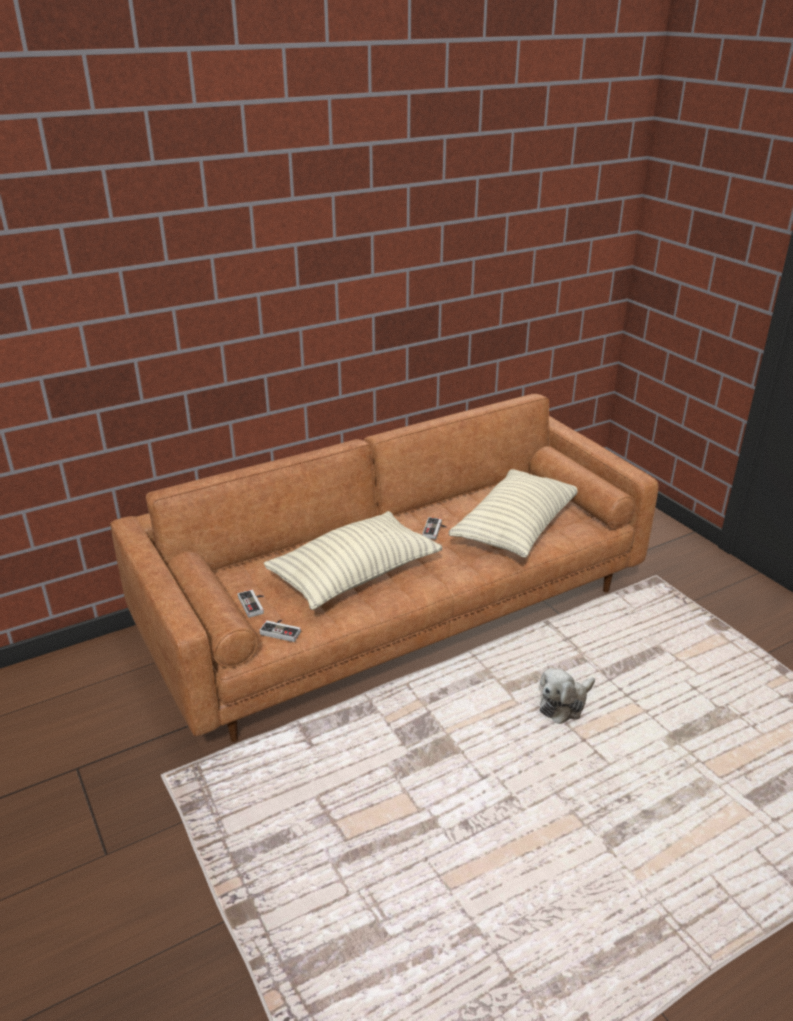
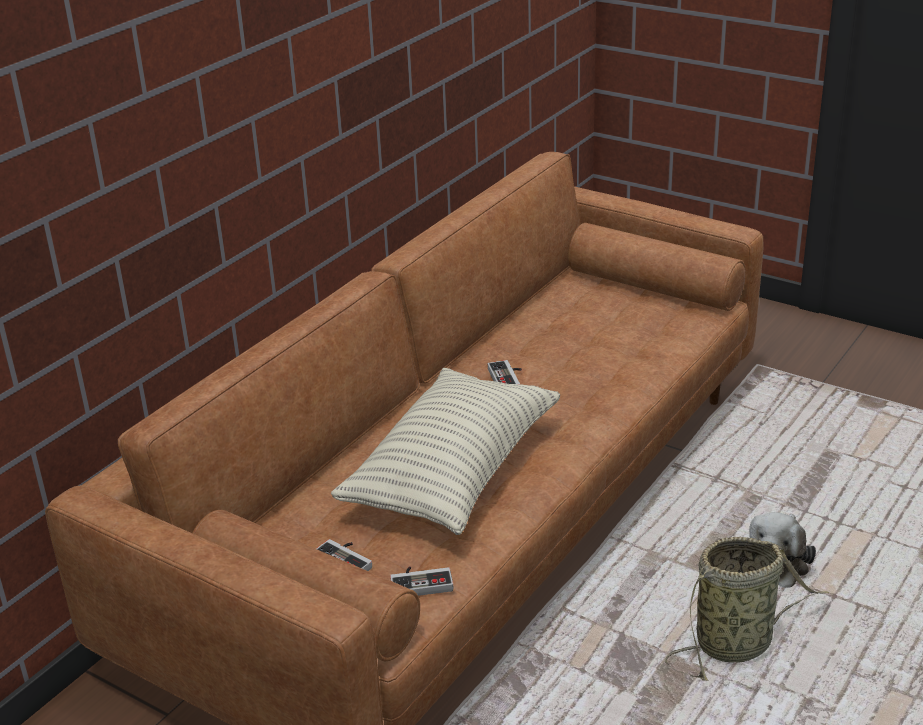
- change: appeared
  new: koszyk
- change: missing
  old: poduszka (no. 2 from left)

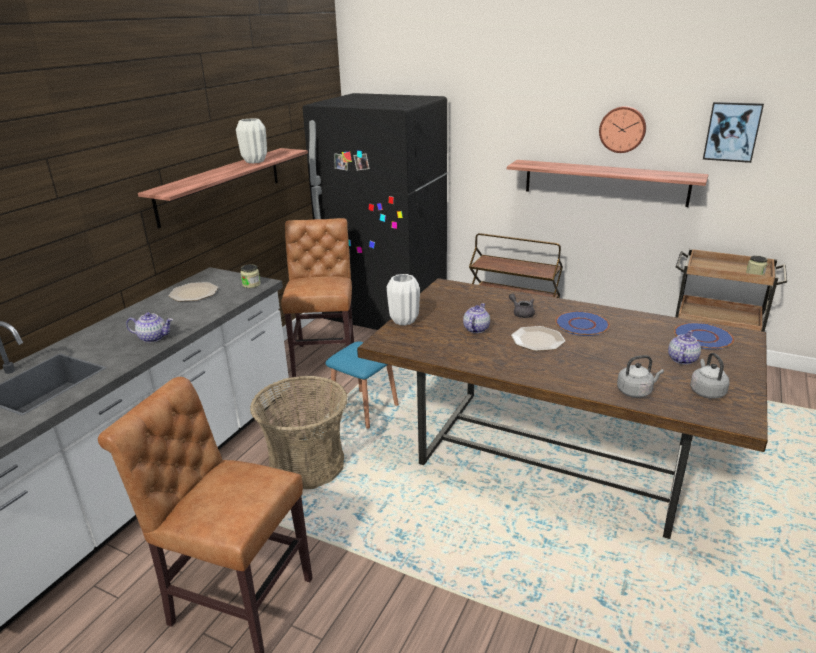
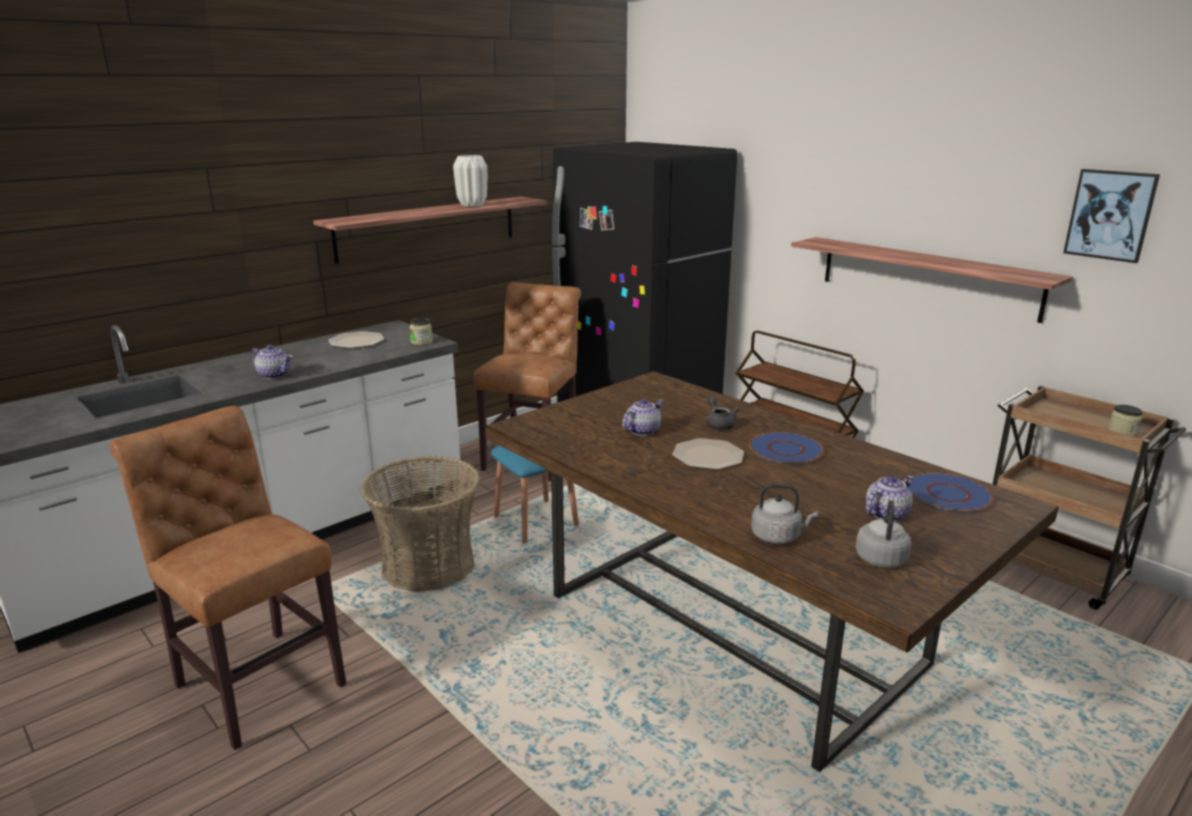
- change: missing
  old: wazon/biały (no. 2 from left)
- change: missing
  old: zegar ścienny

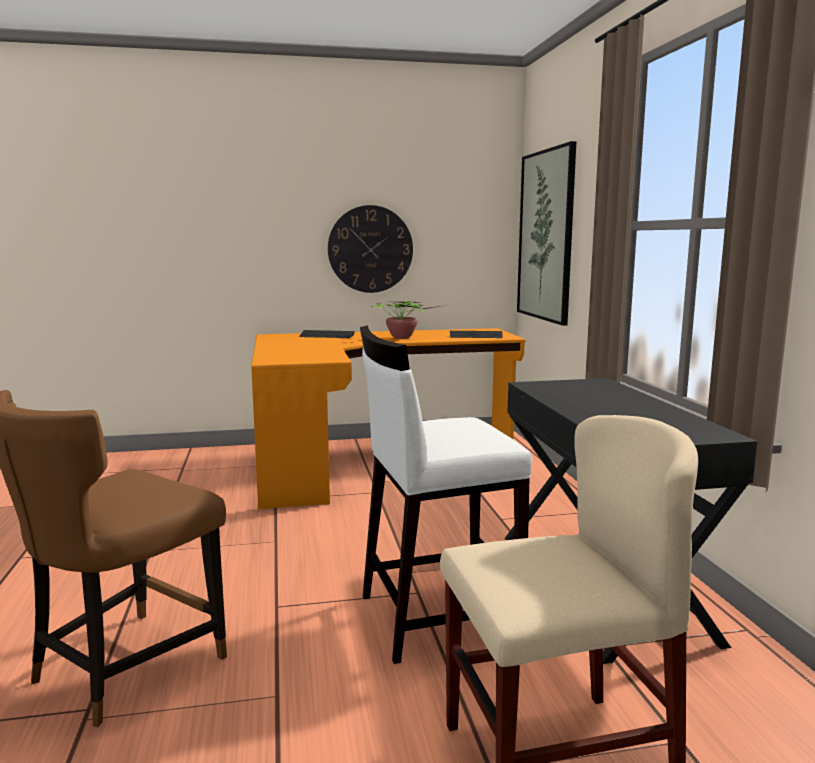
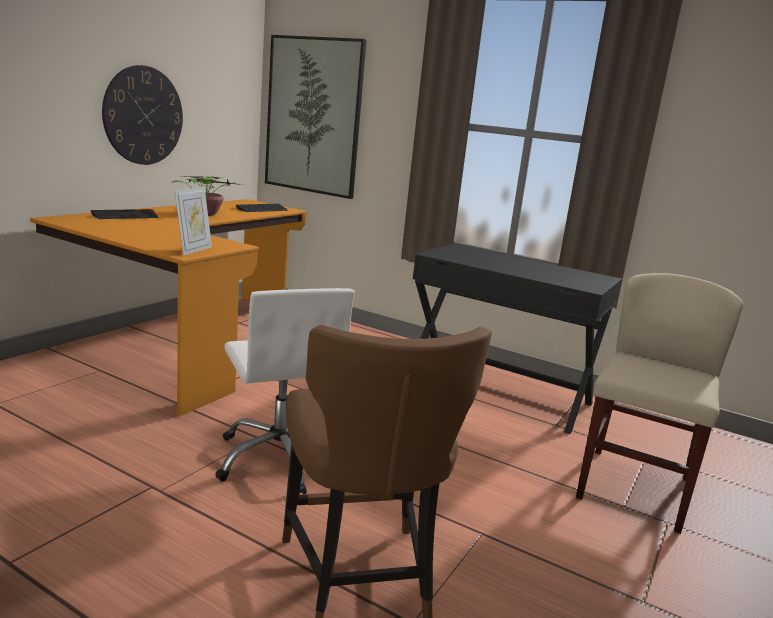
- change: appeared
  new: ramka na zdjęcie
- change: appeared
  new: krzesło biurowe/biały
- change: missing
  old: stołek/biały

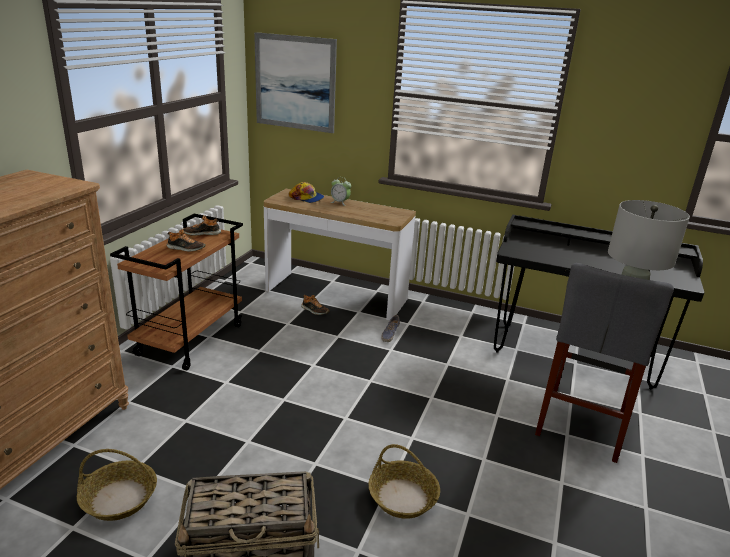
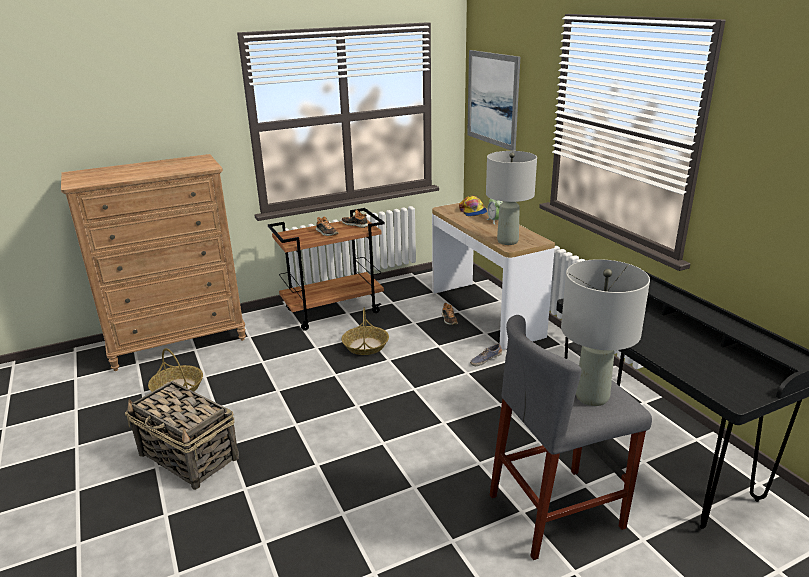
- change: relocated
  old: koszyk (no. 3 from left)
- change: appeared
  new: lampa stołowa/szary (no. 1 from left)

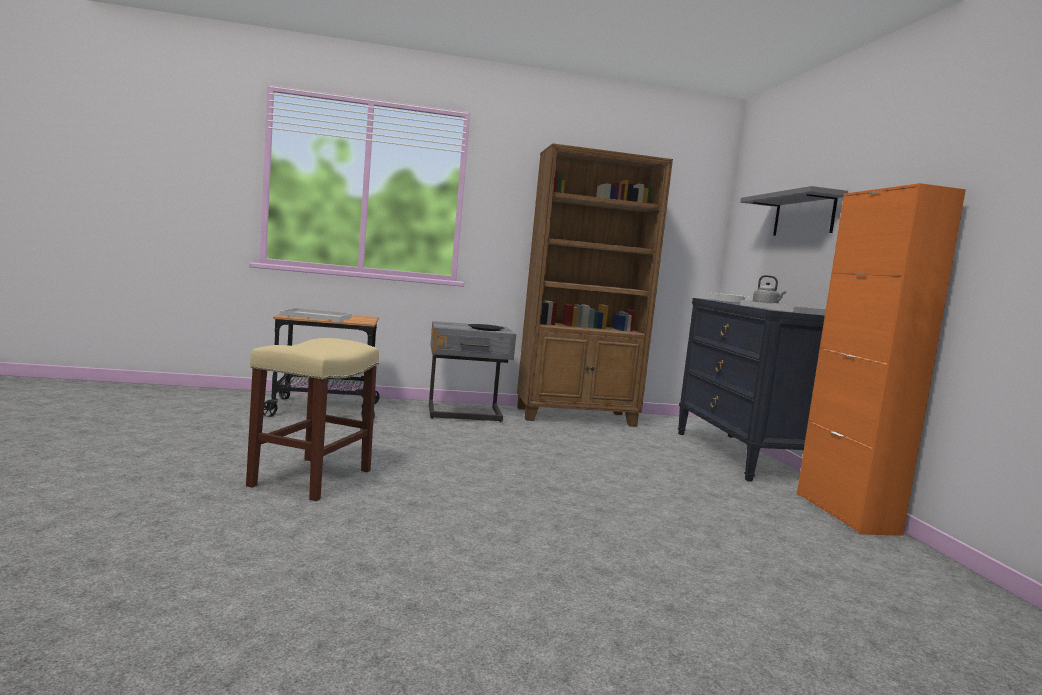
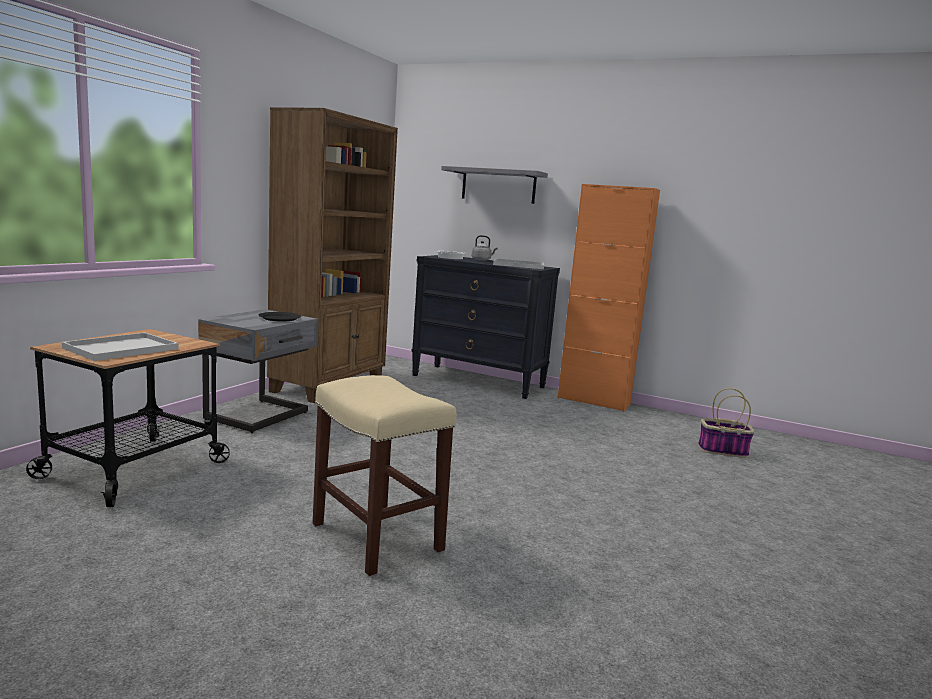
- change: appeared
  new: koszyk

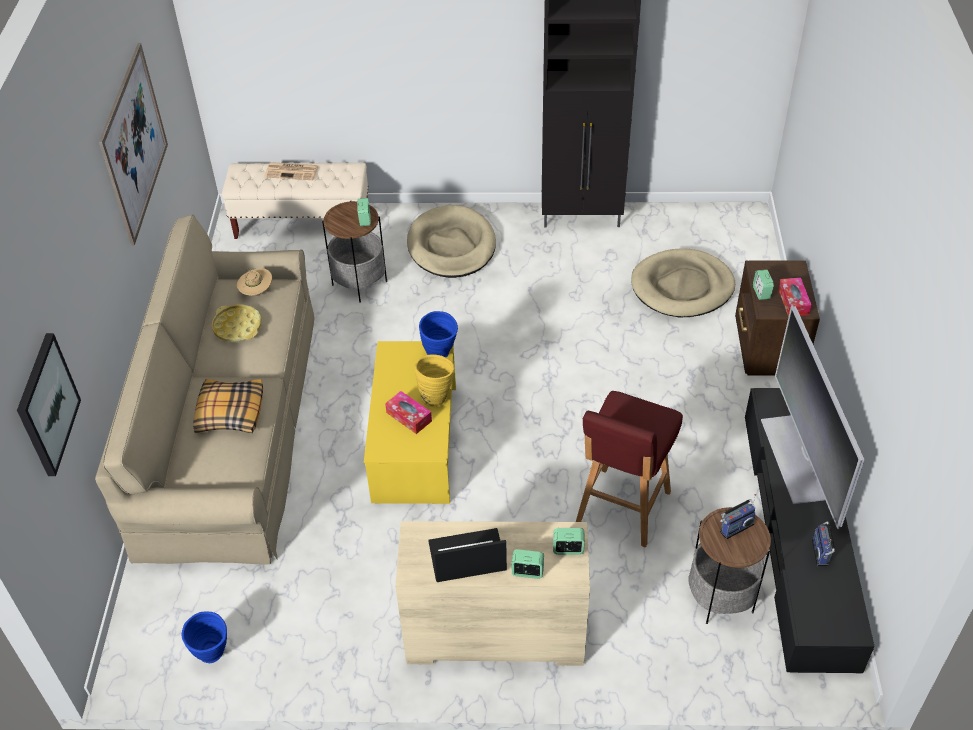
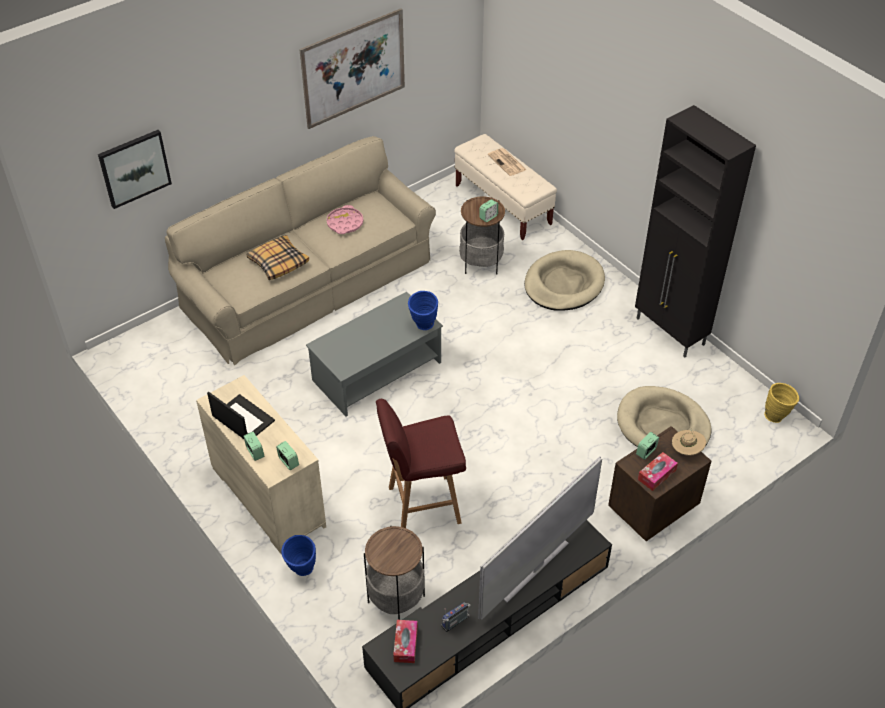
- change: relocated
  old: wazon/niebieski (no. 1 from left)
- change: colour
  old: ława/żółty
  new: ława/szary
- change: colour
  old: taca/żółty
  new: taca/różowy
- change: relocated
  old: pudełko chusteczek (no. 1 from left)
- change: relocated
  old: kapelusz/beżowy
- change: relocated
  old: wazon/żółty
- change: missing
  old: radio (no. 1 from left)

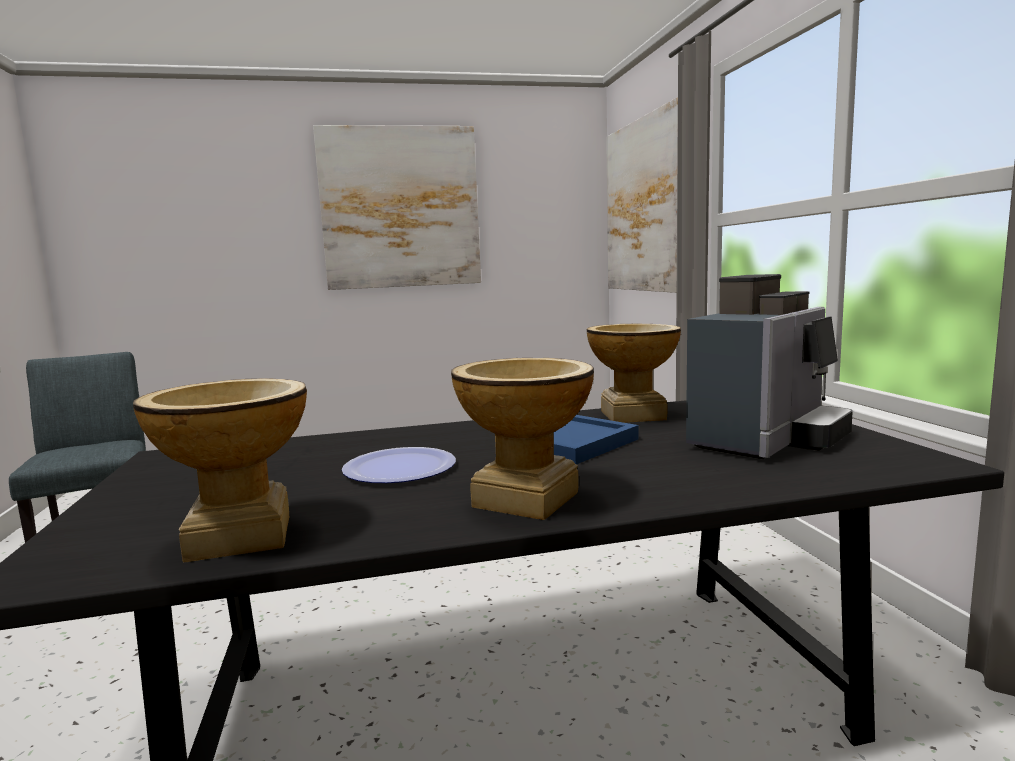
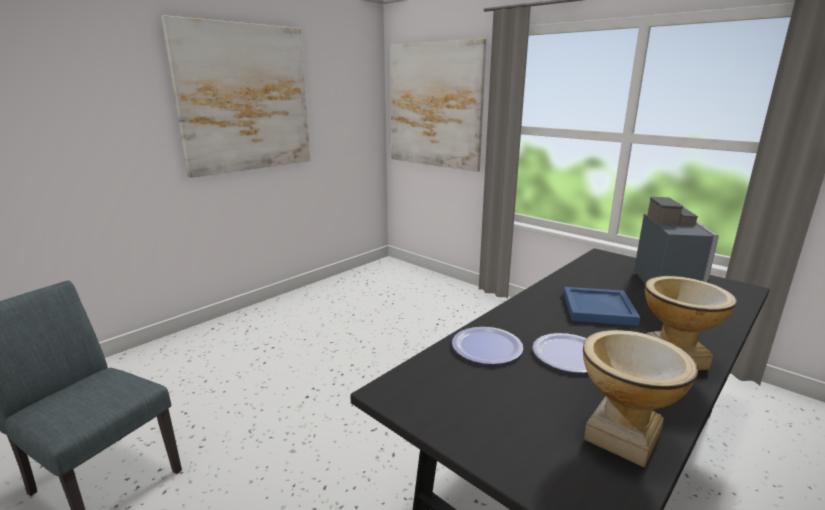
- change: appeared
  new: talerz (no. 1 from left)
- change: missing
  old: wazon (no. 3 from left)

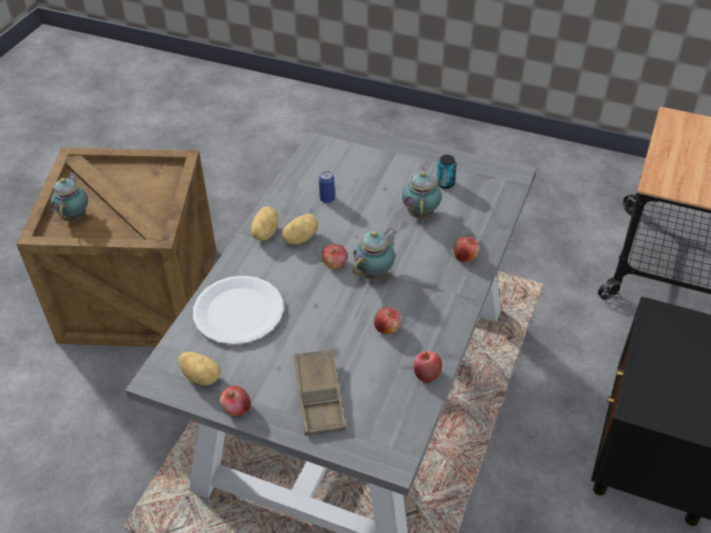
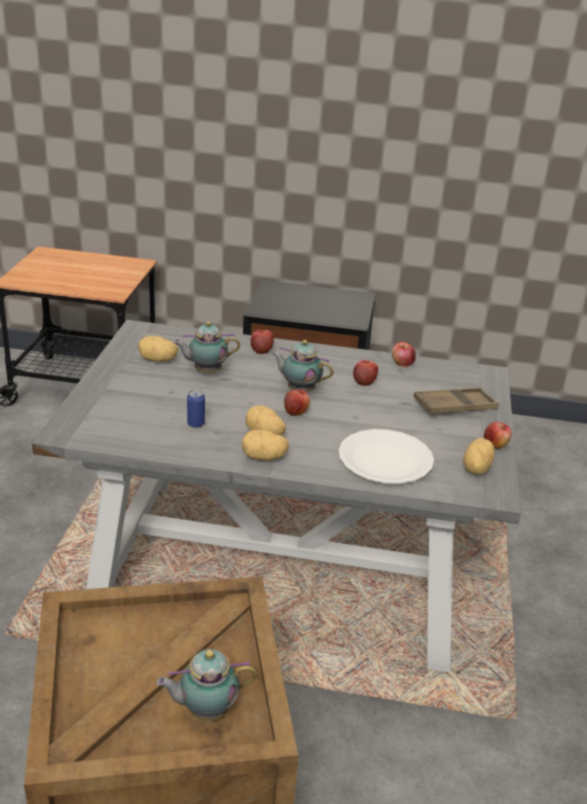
- change: exchanged
  old: puszka (no. 2 from left)
  new: ziemniak (no. 1 from left)

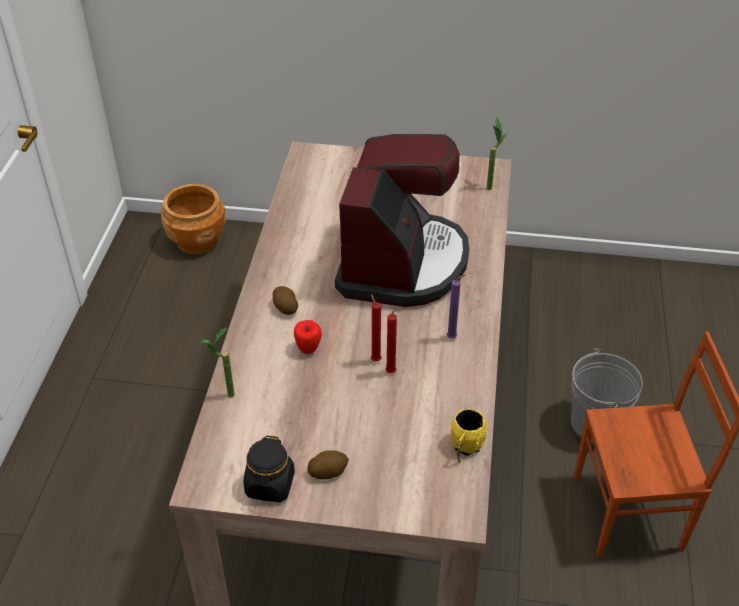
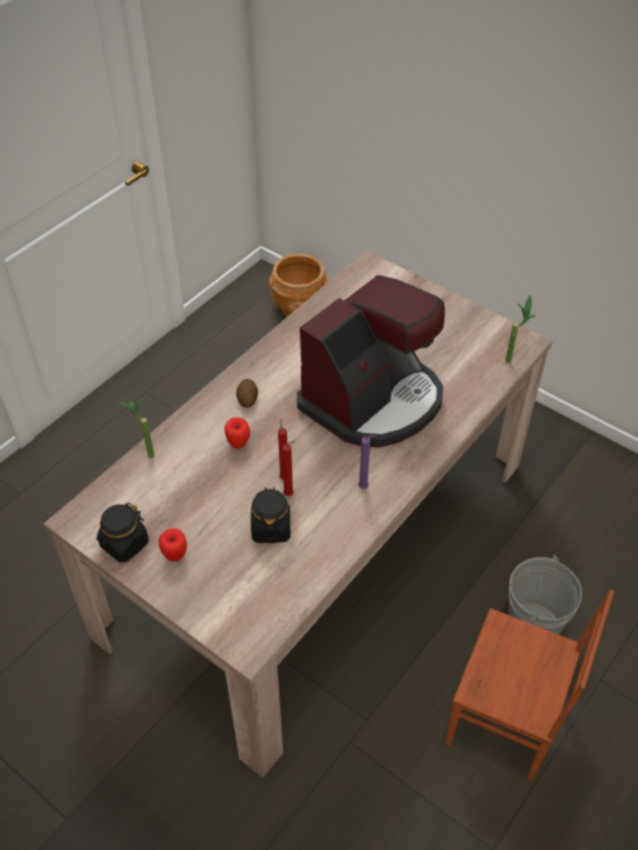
- change: exchanged
  old: ziemniak (no. 2 from left)
  new: jabłko (no. 1 from left)
- change: appeared
  new: słoik/czarny (no. 2 from left)
- change: missing
  old: kubek/żółty

